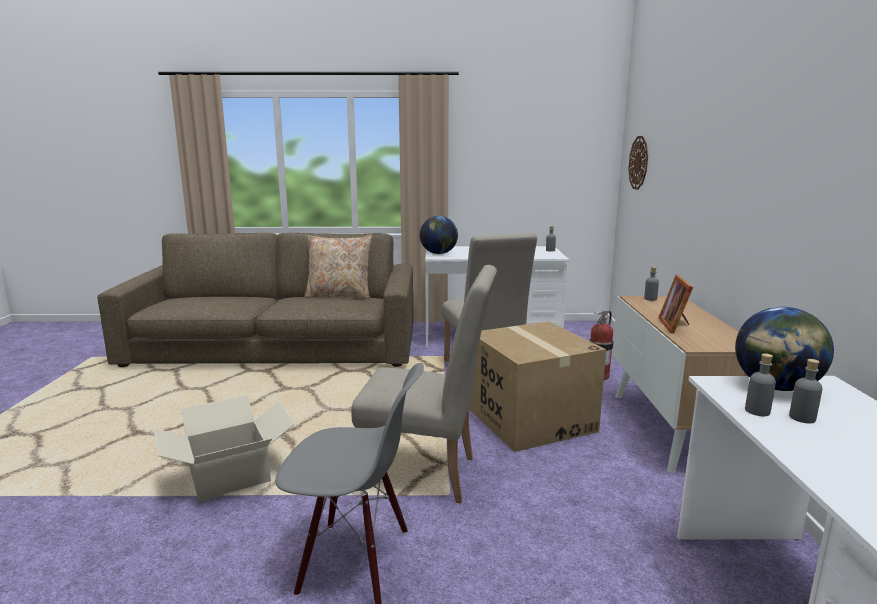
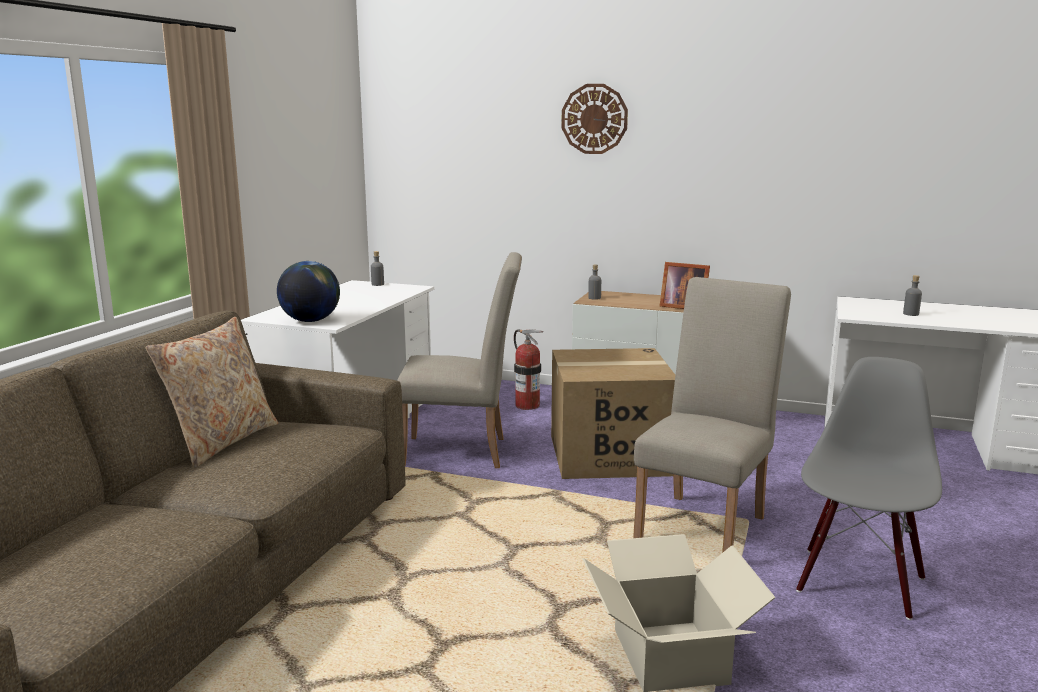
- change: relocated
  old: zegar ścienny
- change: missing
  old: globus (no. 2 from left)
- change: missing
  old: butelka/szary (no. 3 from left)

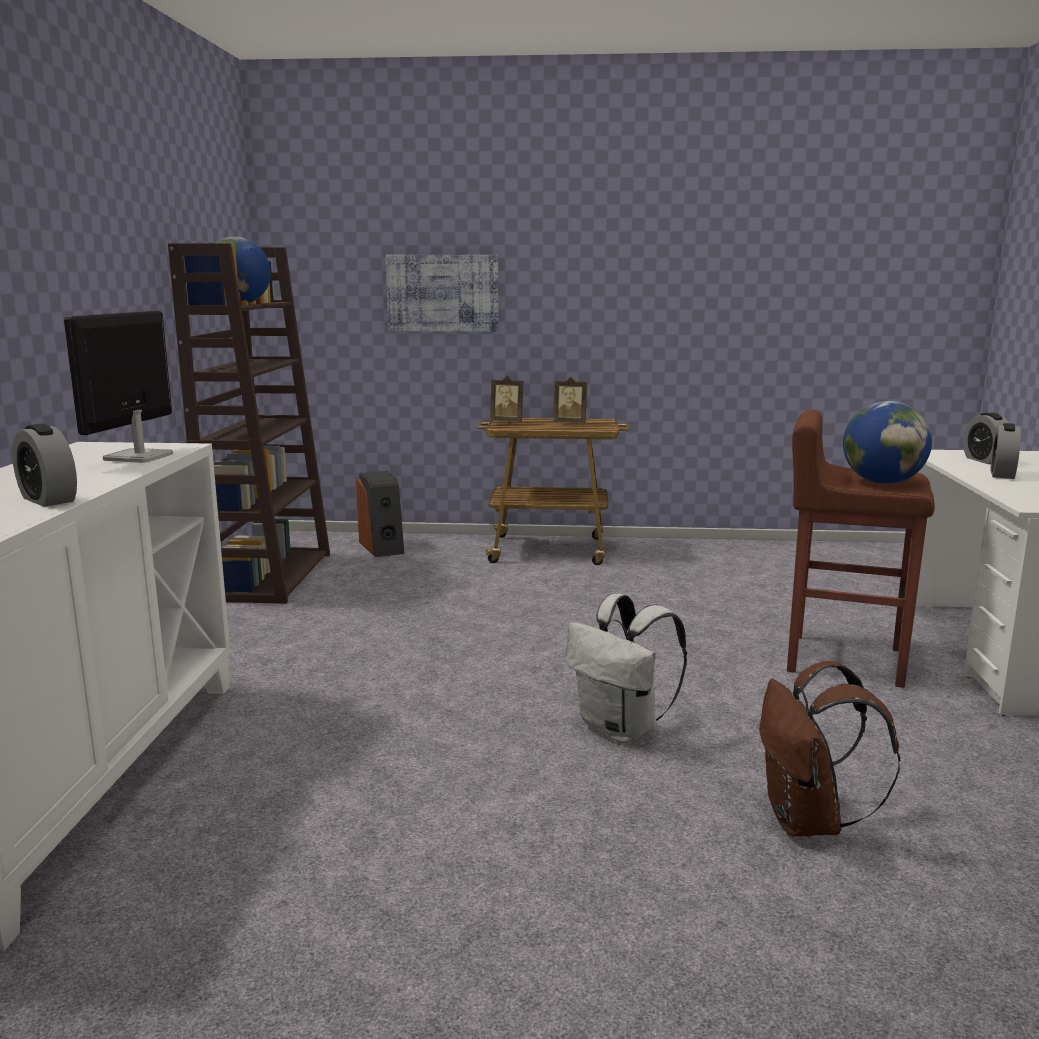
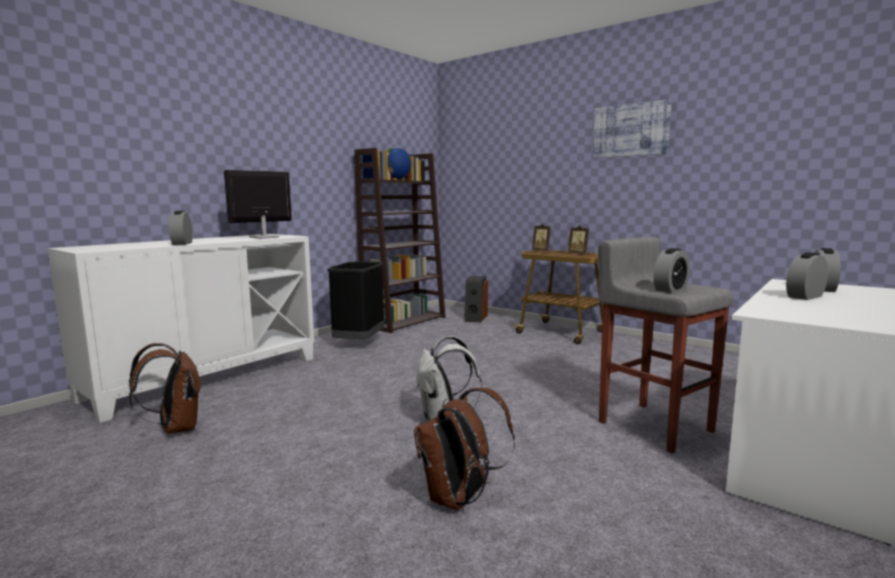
- change: appeared
  new: plecak/brązowy (no. 1 from left)
- change: appeared
  new: kosz na śmieci/czarny
- change: relocated
  old: obraz
- change: colour
  old: stołek/brązowy
  new: stołek/szary
- change: exchanged
  old: globus (no. 2 from left)
  new: budzik (no. 2 from left)

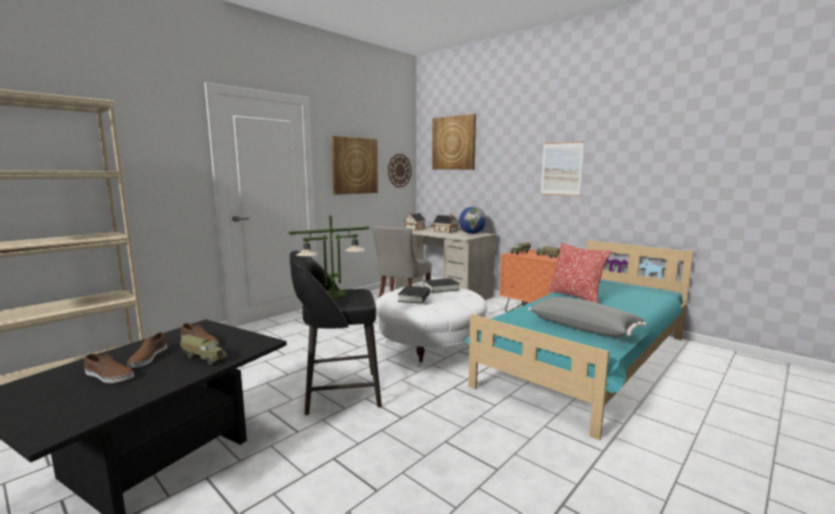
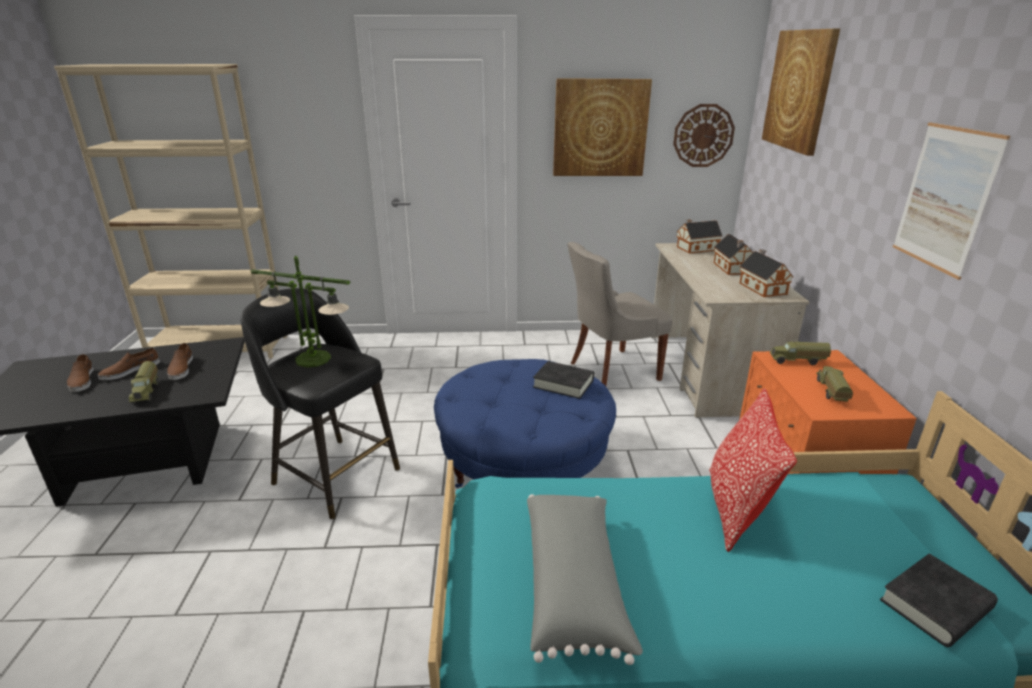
- change: colour
  old: pufa/biały
  new: pufa/niebieski
- change: exchanged
  old: globus
  new: domek (no. 3 from left)
- change: relocated
  old: książka/czarny (no. 1 from left in the first image)
  new: książka/czarny (no. 2 from left)

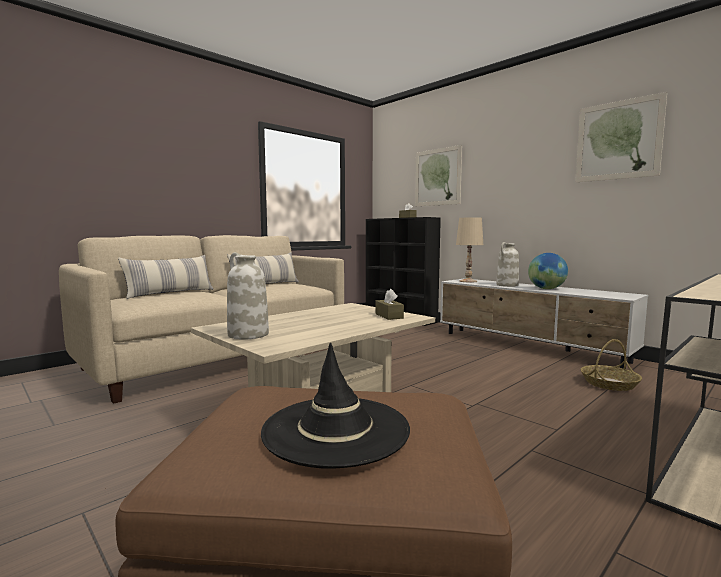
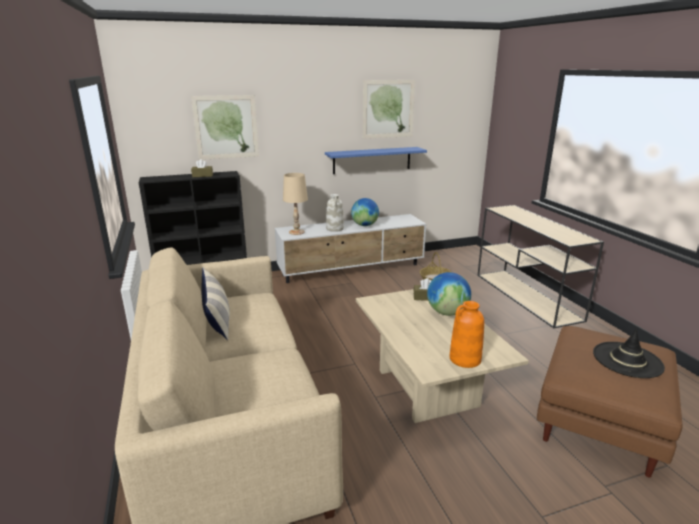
- change: appeared
  new: półka/niebieski
- change: appeared
  new: globus (no. 2 from left)
- change: colour
  old: wazon/biały (no. 1 from left)
  new: wazon/pomarańczowy
- change: missing
  old: poduszka (no. 1 from left)

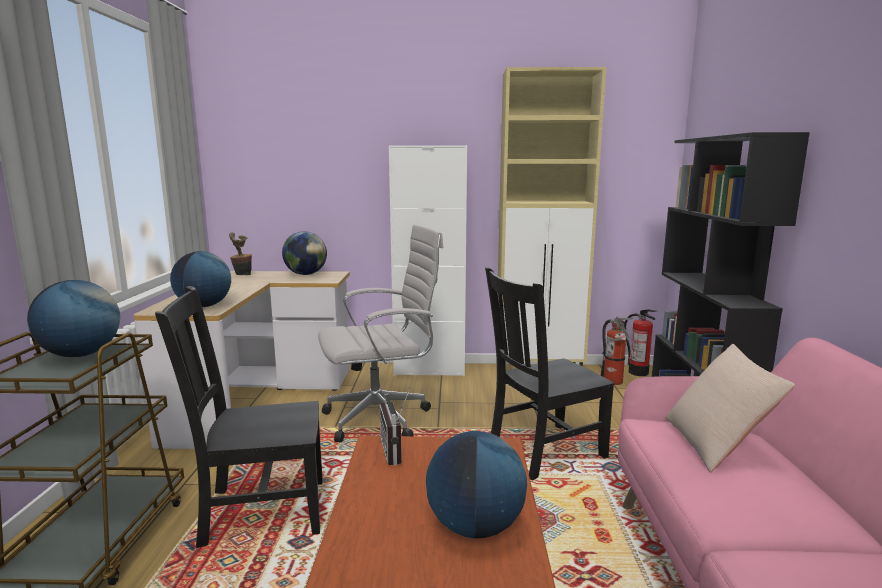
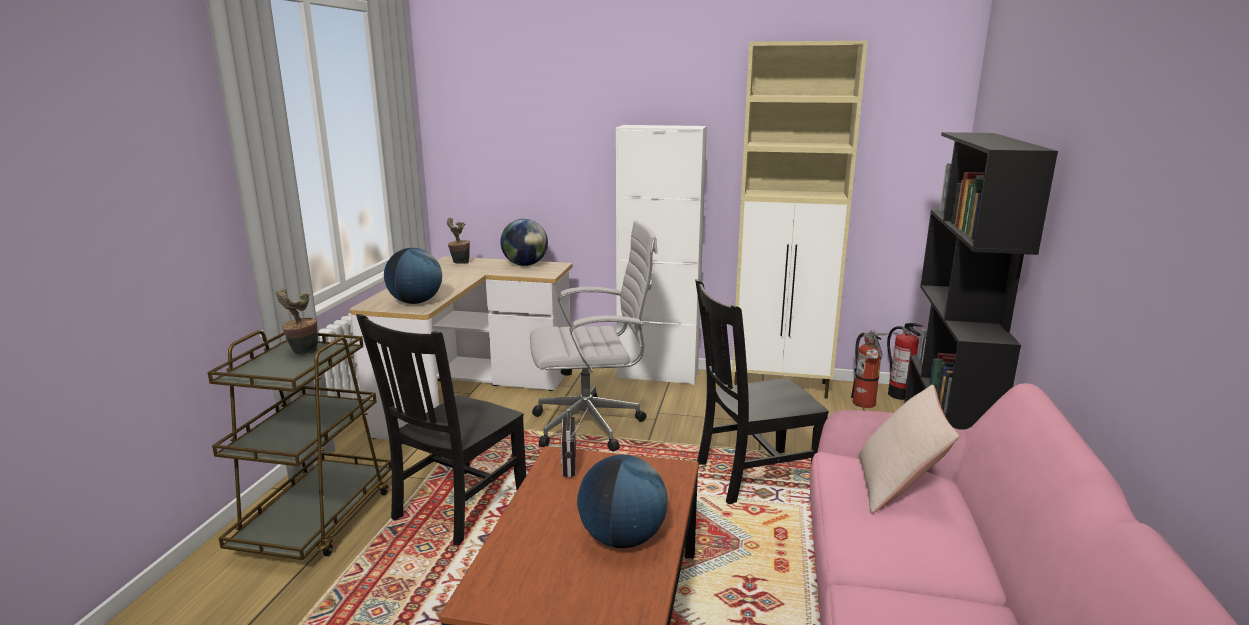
- change: exchanged
  old: globus (no. 1 from left)
  new: roślina doniczkowa (no. 1 from left)
- change: spun
  old: krzesło/czarny (no. 1 from left)
  degrees: -60

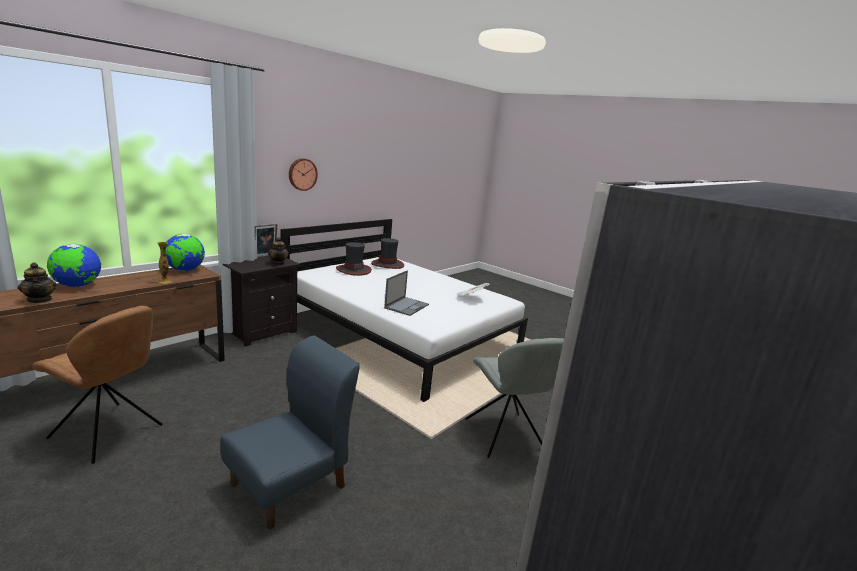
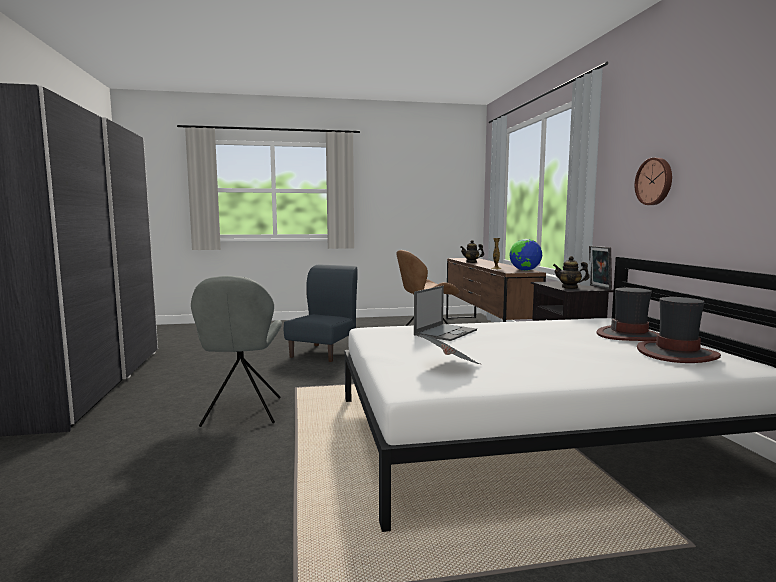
- change: spun
  old: krzesło/szary
  degrees: -120
- change: spun
  old: krzesło/niebieski
  degrees: -150
- change: spun
  old: laptop
  degrees: -120
- change: missing
  old: globus (no. 1 from left)

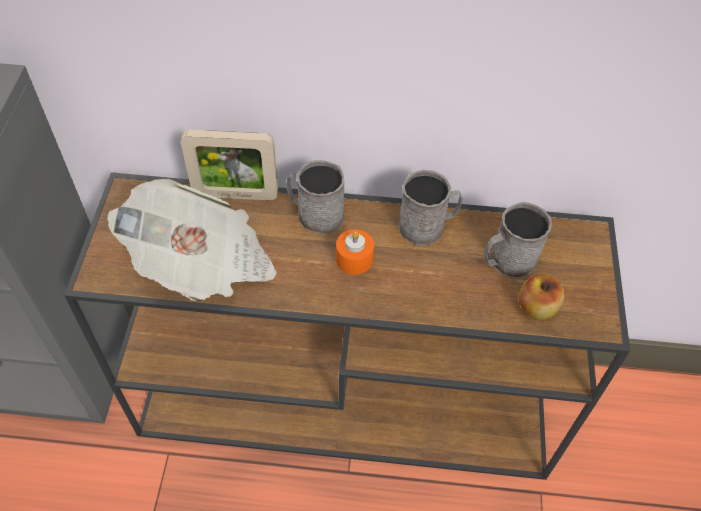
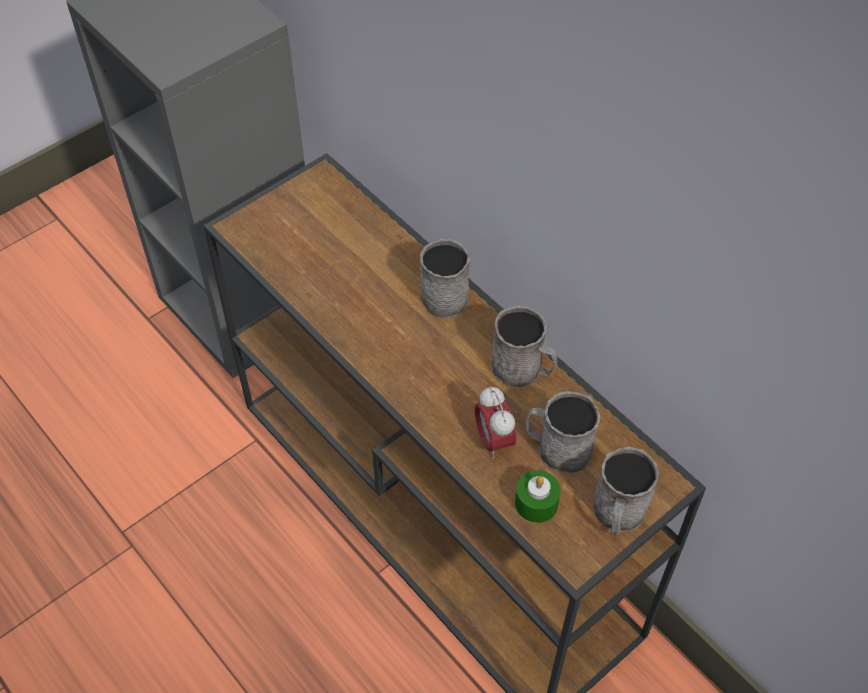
- change: appeared
  new: budzik
- change: exchanged
  old: jabłko
  new: świeca/zielony
- change: appeared
  new: kubek/szary (no. 4 from left)
- change: missing
  old: gazeta
- change: missing
  old: ramka na zdjęcie
- change: missing
  old: świeca/pomarańczowy

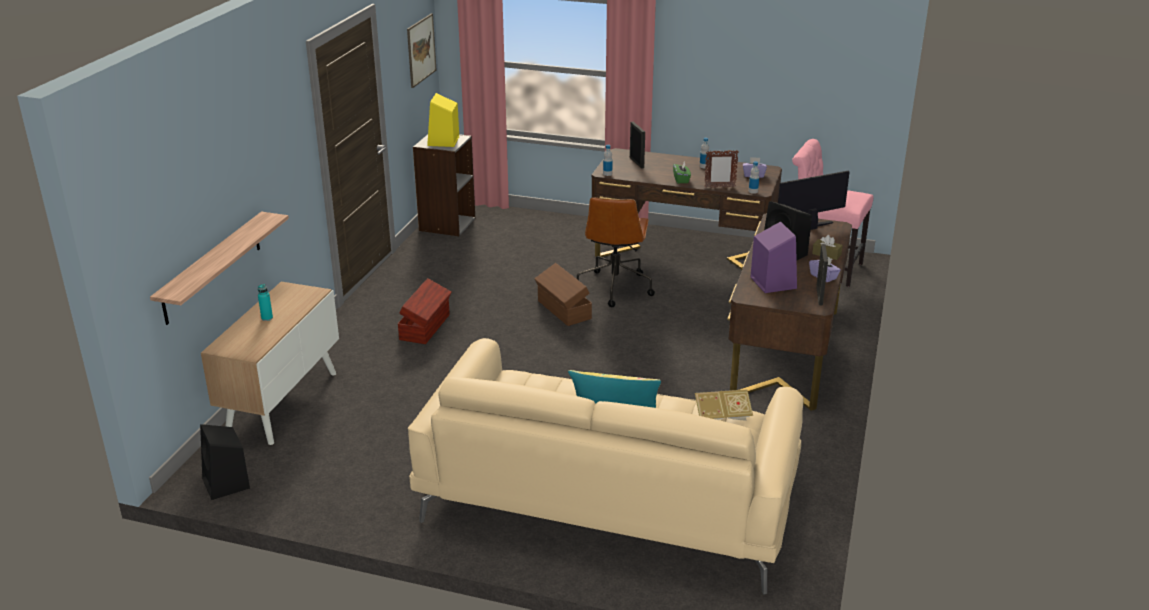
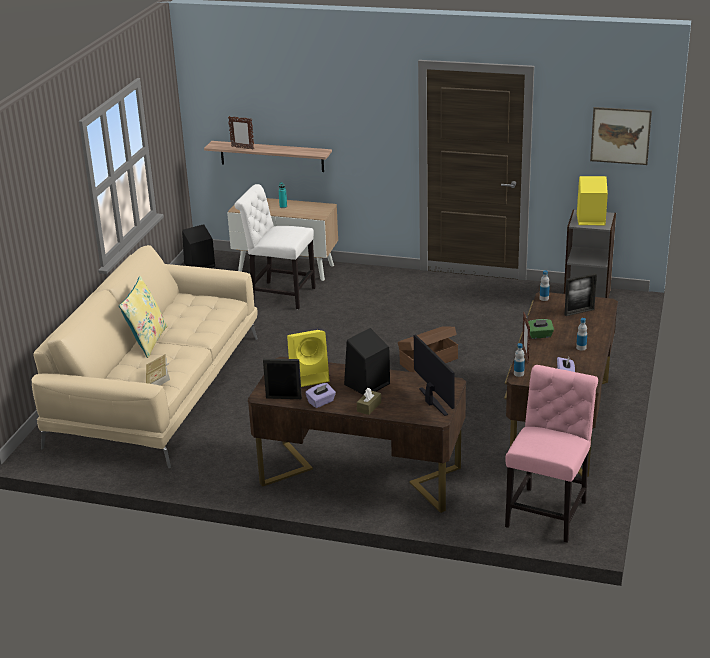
- change: appeared
  new: ramka na zdjęcie (no. 1 from left)
- change: appeared
  new: krzesło/biały
- change: colour
  old: głośnik/fioletowy
  new: głośnik/żółty (no. 1 from left)
- change: missing
  old: pojemnik do przechowywania/brązowy (no. 1 from left)
- change: missing
  old: krzesło biurowe/brązowy

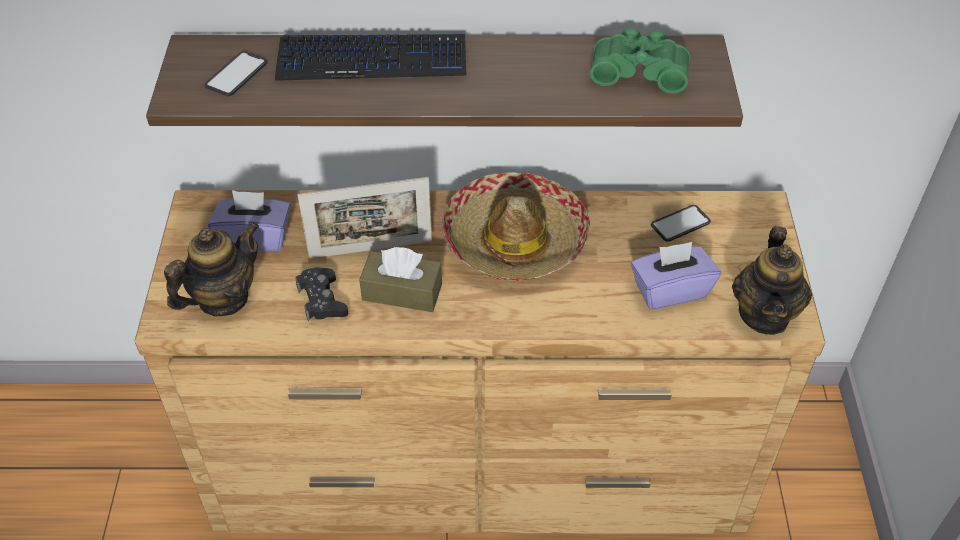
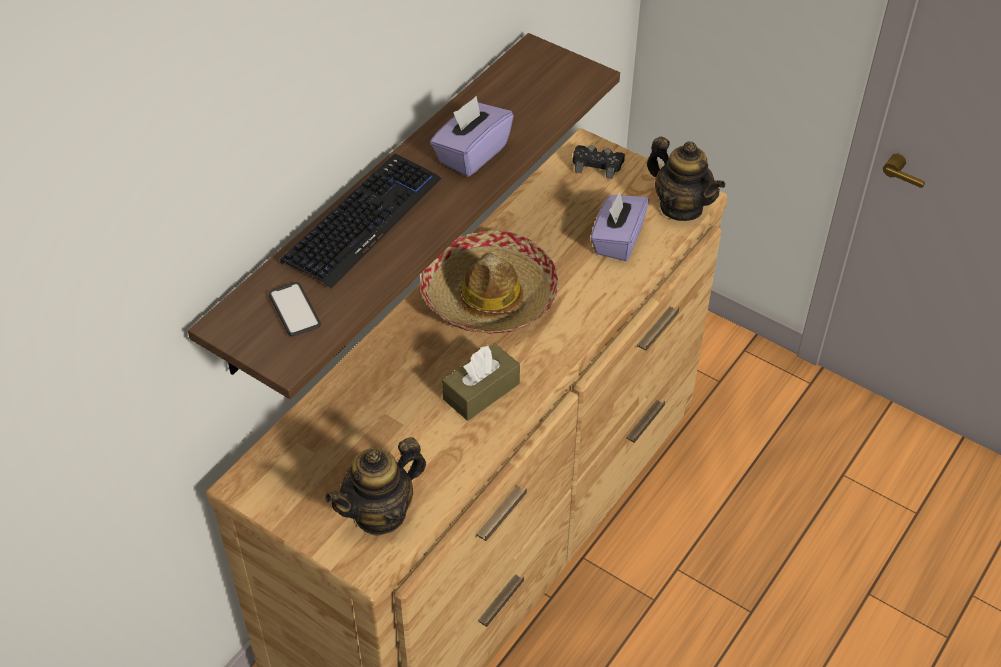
- change: spun
  old: imbryk (no. 1 from left)
  degrees: -120
- change: relocated
  old: pudełko chusteczek/fioletowy (no. 1 from left)
- change: relocated
  old: pad do gier/czarny
- change: missing
  old: ramka na zdjęcie
- change: missing
  old: lornetka/zielony
- change: missing
  old: telefon (no. 2 from left)

